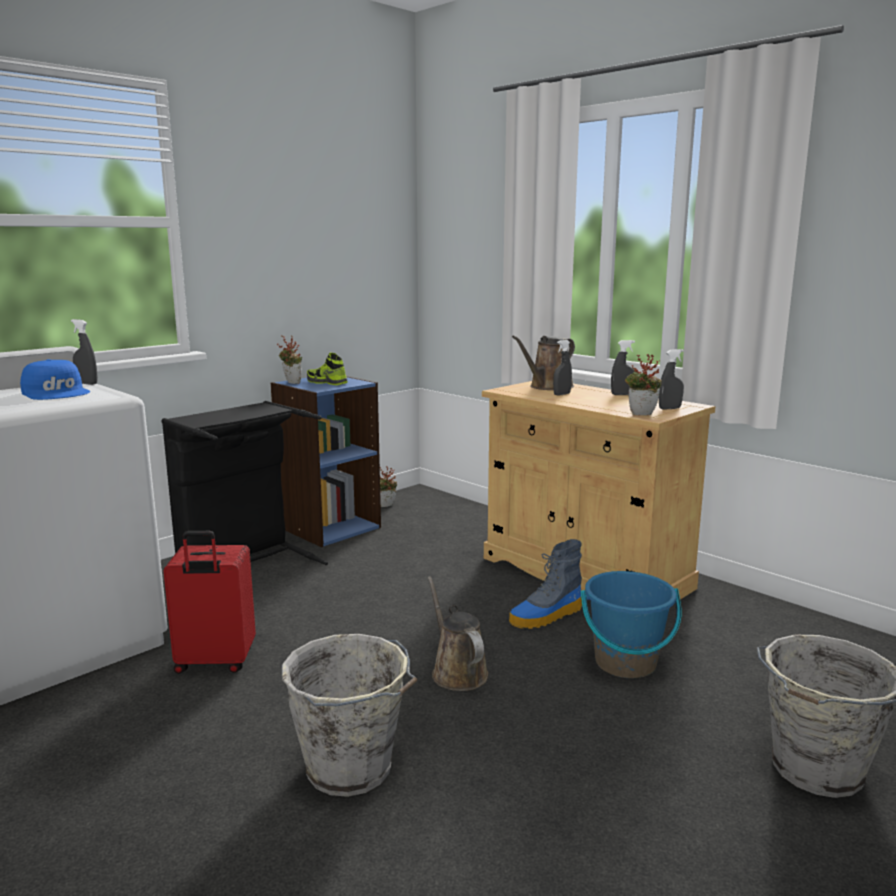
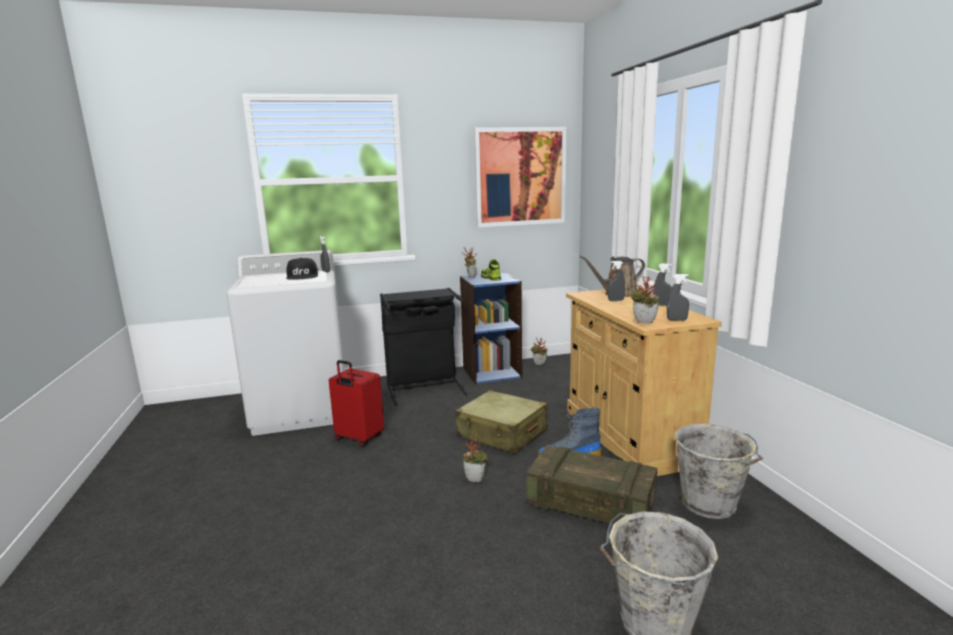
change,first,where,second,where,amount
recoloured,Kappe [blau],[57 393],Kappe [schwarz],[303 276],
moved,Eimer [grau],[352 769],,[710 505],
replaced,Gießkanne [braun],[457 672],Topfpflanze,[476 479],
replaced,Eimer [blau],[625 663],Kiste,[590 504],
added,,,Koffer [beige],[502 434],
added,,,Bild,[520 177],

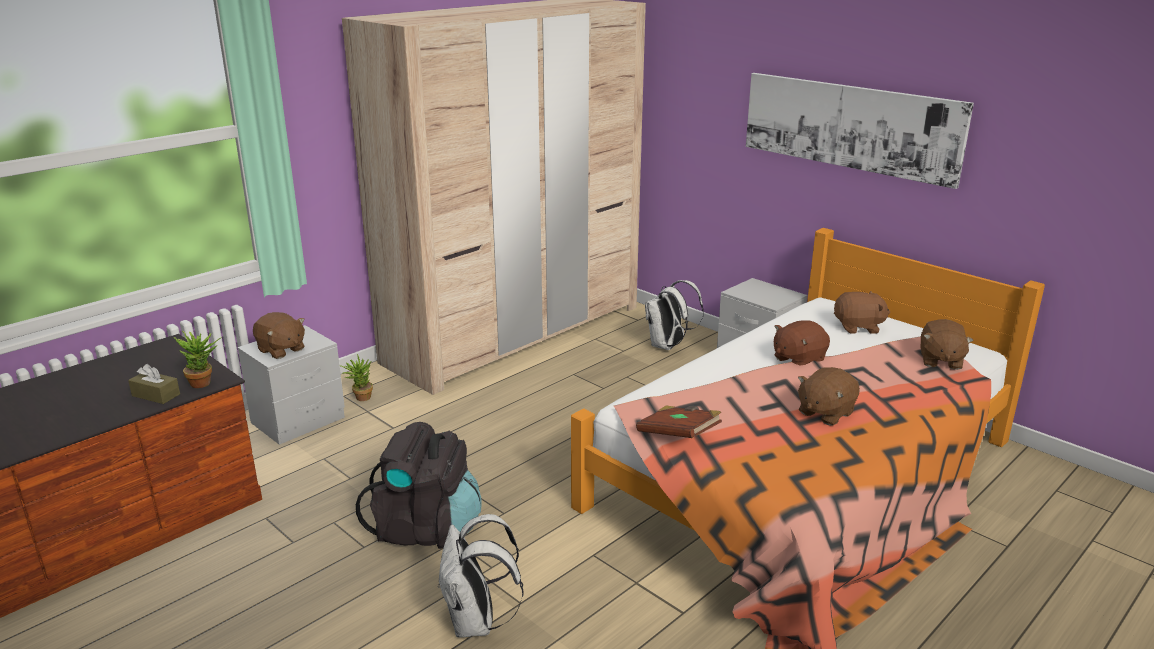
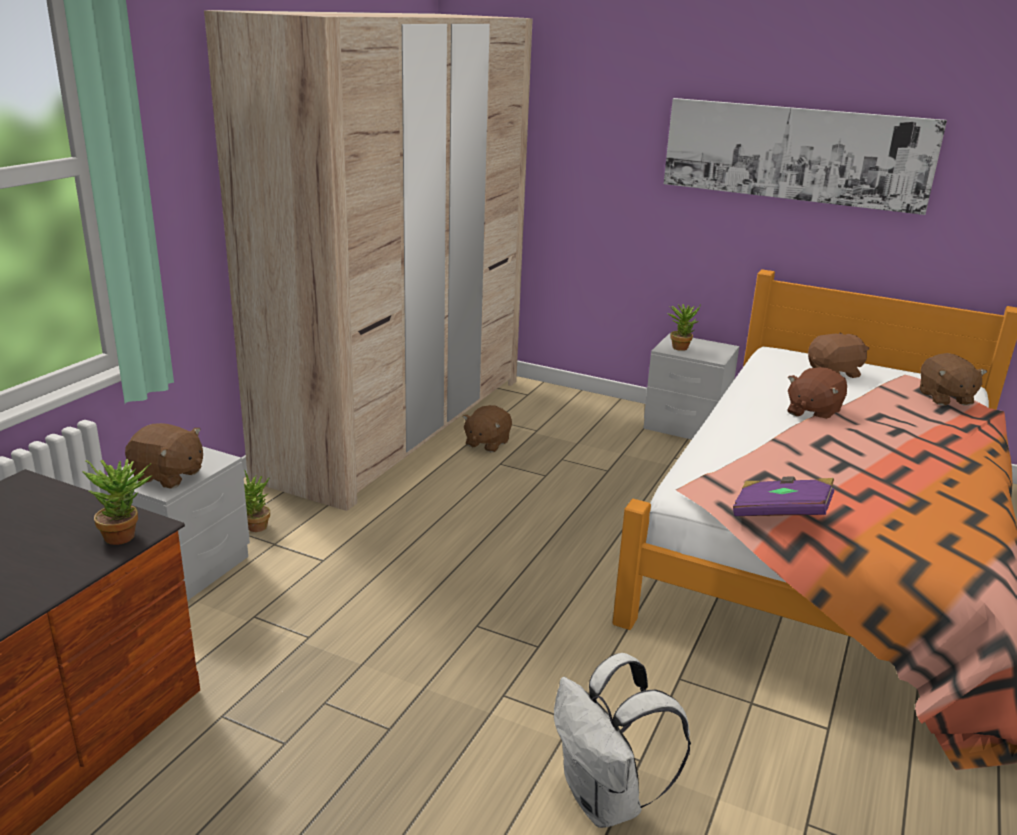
change,first,where,second,where,amount
removed,Taschentuchbox [braun],[156 395],,,
removed,Rucksack [schwarz],[426 528],,,
recoloured,Buch [braun],[678 435],Buch [lila],[780 514],
removed,Rucksack [weiß],[668 346],,,
moved,Plüschtier [braun],[825 412],,[486 443],
added,,,Topfpflanze,[680 346],

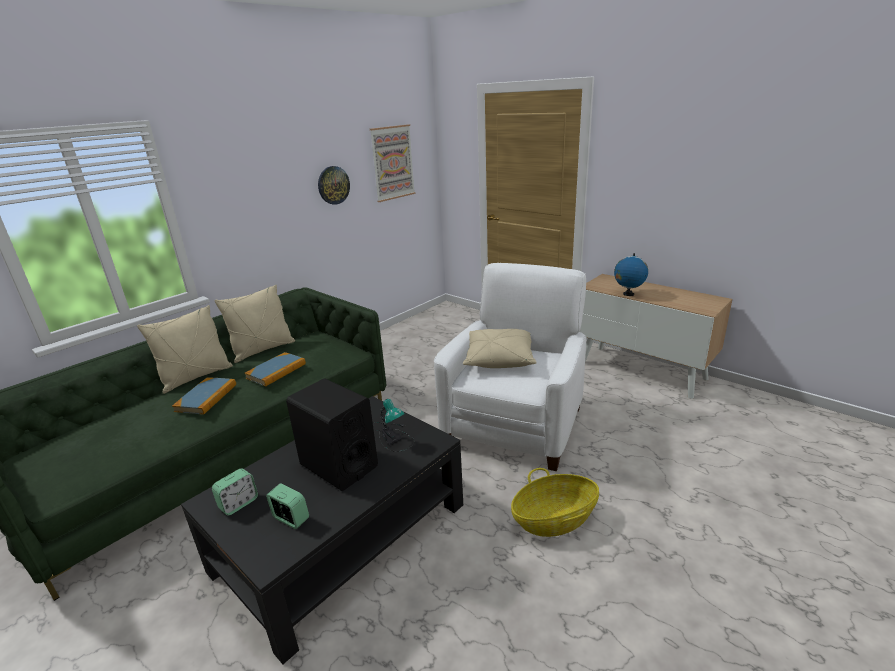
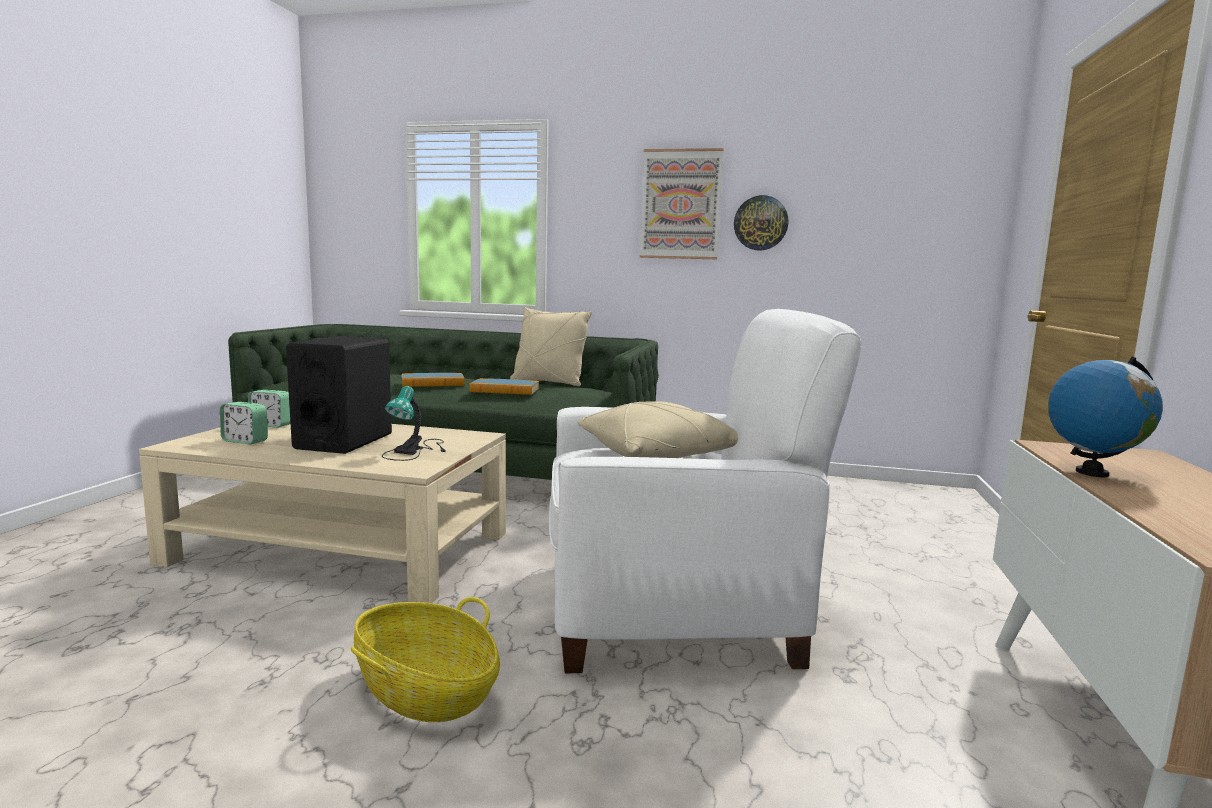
change,first,where,second,where,amount
removed,Kissen [beige],[196 377],,,
recoloured,Couchtisch [schwarz],[343 536],Couchtisch [beige],[341 548],
turned,Wecker,[291 519],,[245 441],105 degrees clockwise
moved,Bild,[392 163],,[681 204],

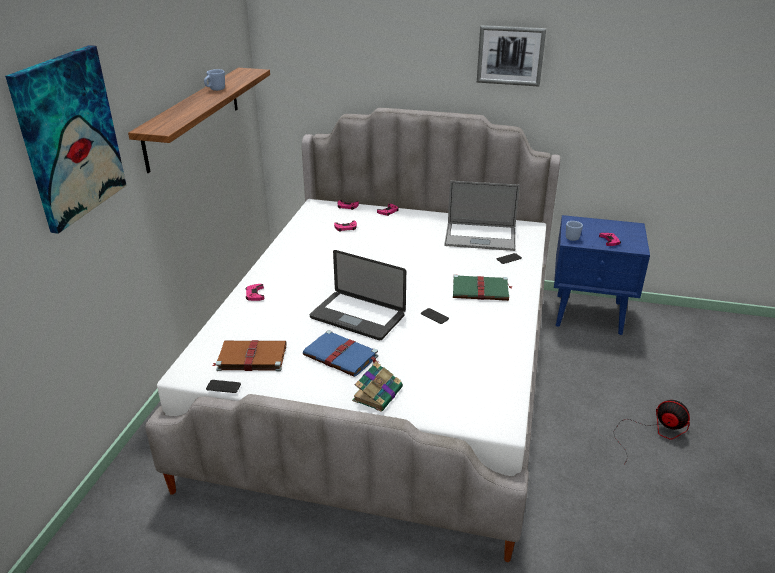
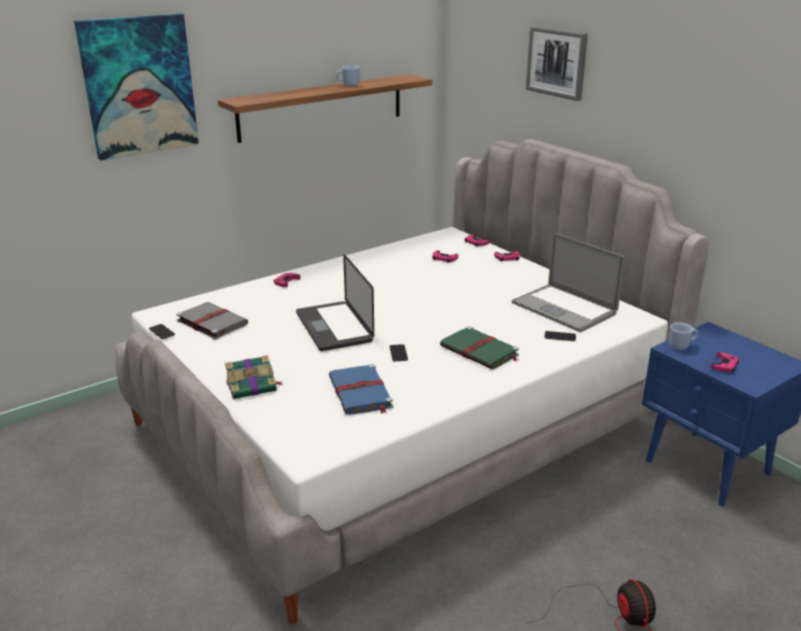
change,first,where,second,where,amount
recoloured,Buch [braun],[250 357],Buch [grau],[211 322],
moved,Buch [blau],[342 356],,[360 393],
moved,Bild,[510 55],,[557 62],

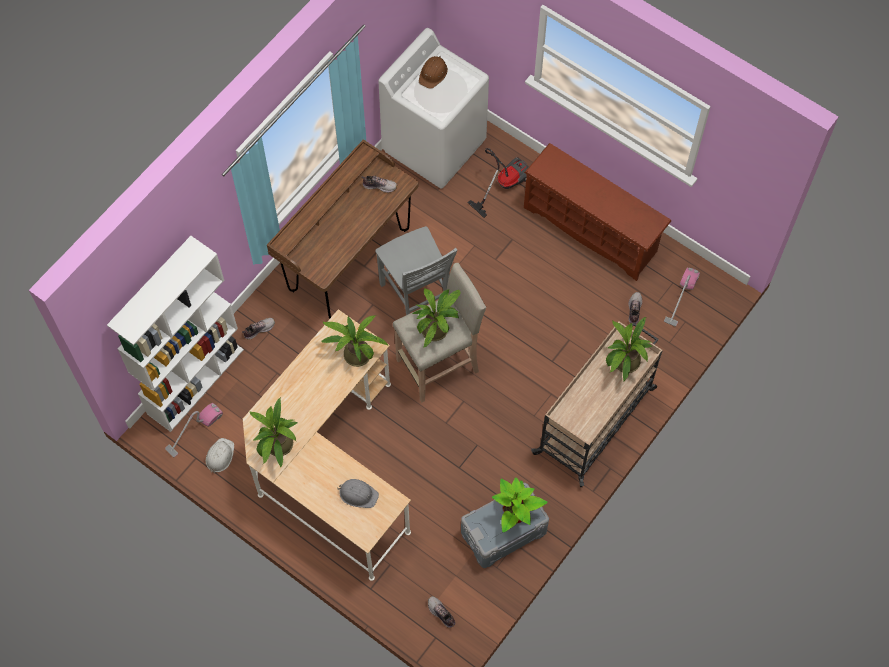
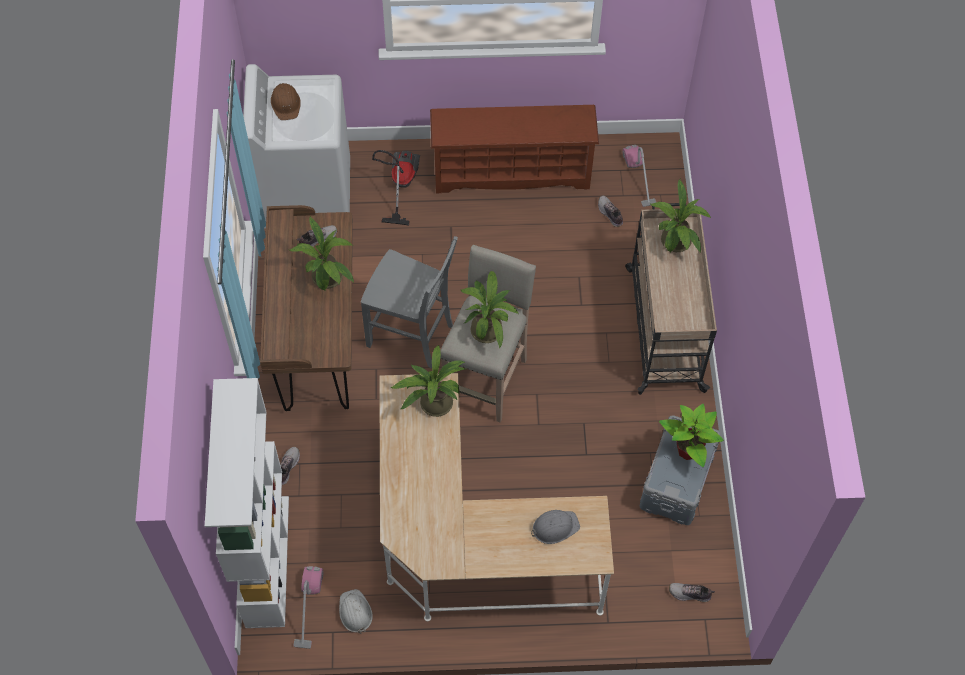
change,first,where,second,where,amount
moved,Topfpflanze,[277 447],,[328 280],

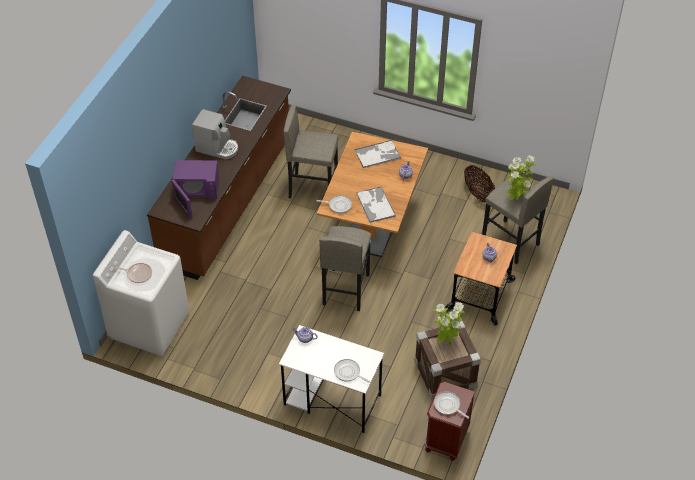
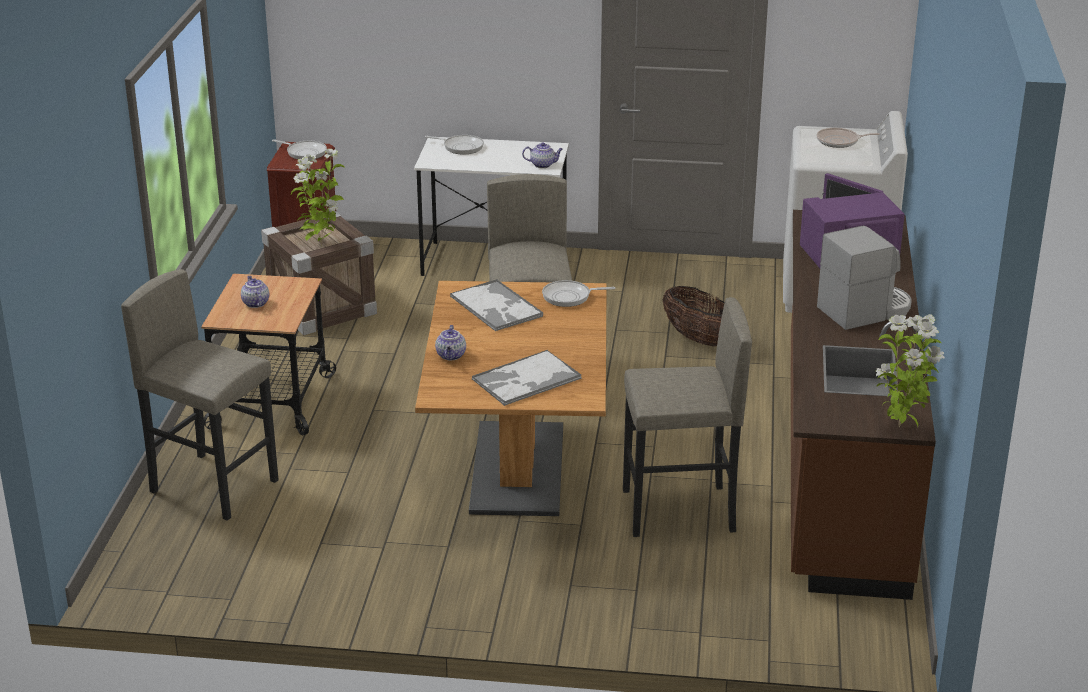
change,first,where,second,where,amount
turned,Kaffeemaschine,[217 148],,[865 310],150 degrees clockwise
moved,Korb,[478 193],,[698 339],
moved,Topfpflanze,[515 198],,[901 427],

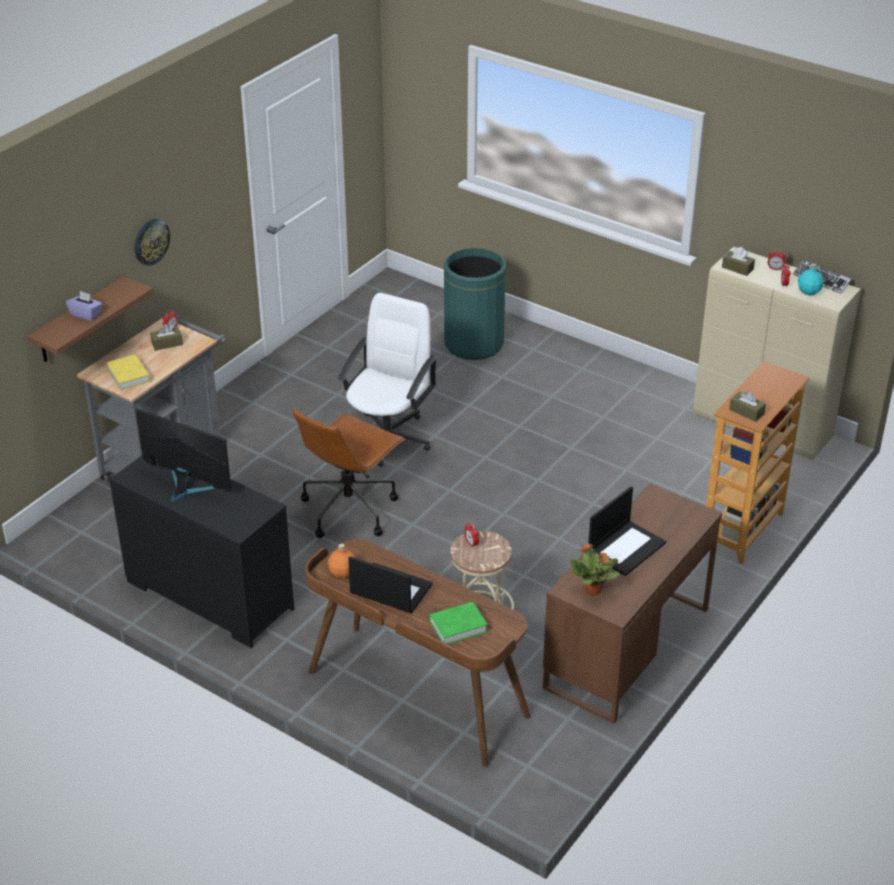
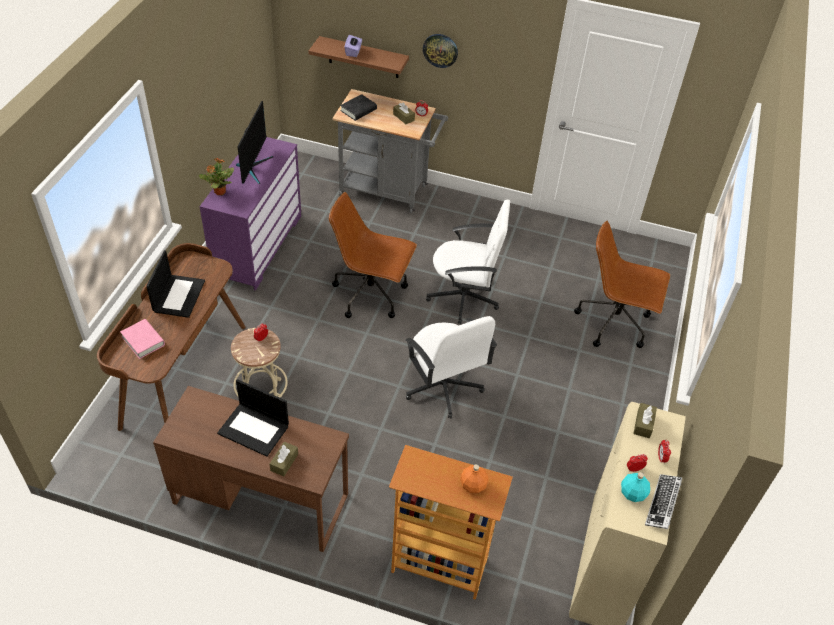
change,first,where,second,where,amount
recoloured,Buch [gelb],[129 376],Buch [schwarz],[358 110],
recoloured,Kommode [schwarz],[208 596],Kommode [lila],[257 246],
moved,Flasche [orange],[342 573],,[472 485],
recoloured,Buch [grün],[458 627],Buch [rosa],[143 341],
replaced,Mülleimer [grün],[473 344],Bürostuhl [braun],[615 323],
moved,Topfpflanze,[593 590],,[219 192],
moved,Taschentuchbox [braun],[746 412],,[284 462],
added,,,Bürostuhl [weiß],[443 387],

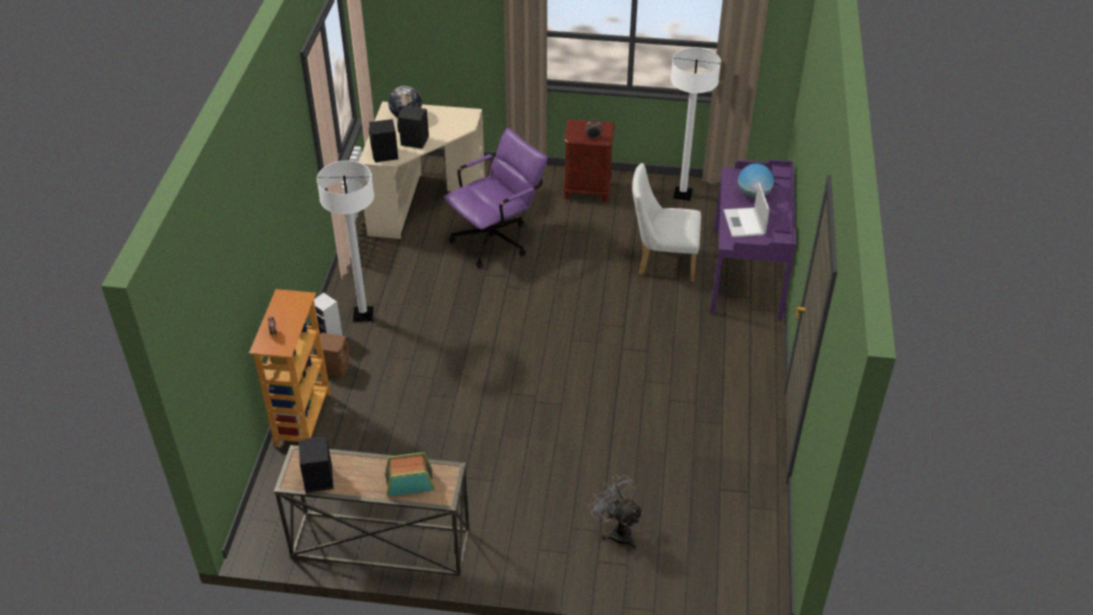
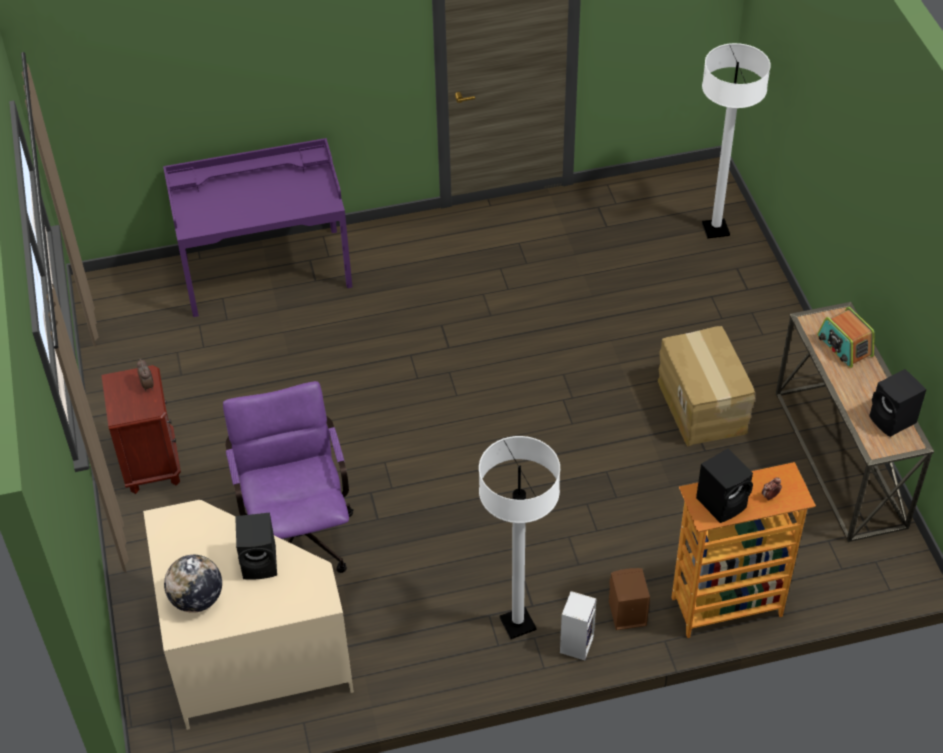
change,first,where,second,where,amount
moved,Lautsprecher [schwarz],[385 155],,[723 502],
turned,Bürostuhl [lila],[497 238],,[297 531],45 degrees clockwise
removed,Ventilator [grau],[617 531],,,
removed,Stuhl [weiß],[662 262],,,
moved,Stehlampe [weiß],[682 194],,[715 229],
removed,Laptop,[744 223],,,
removed,Globus,[753 195],,,
added,,,Karton,[703 406],

